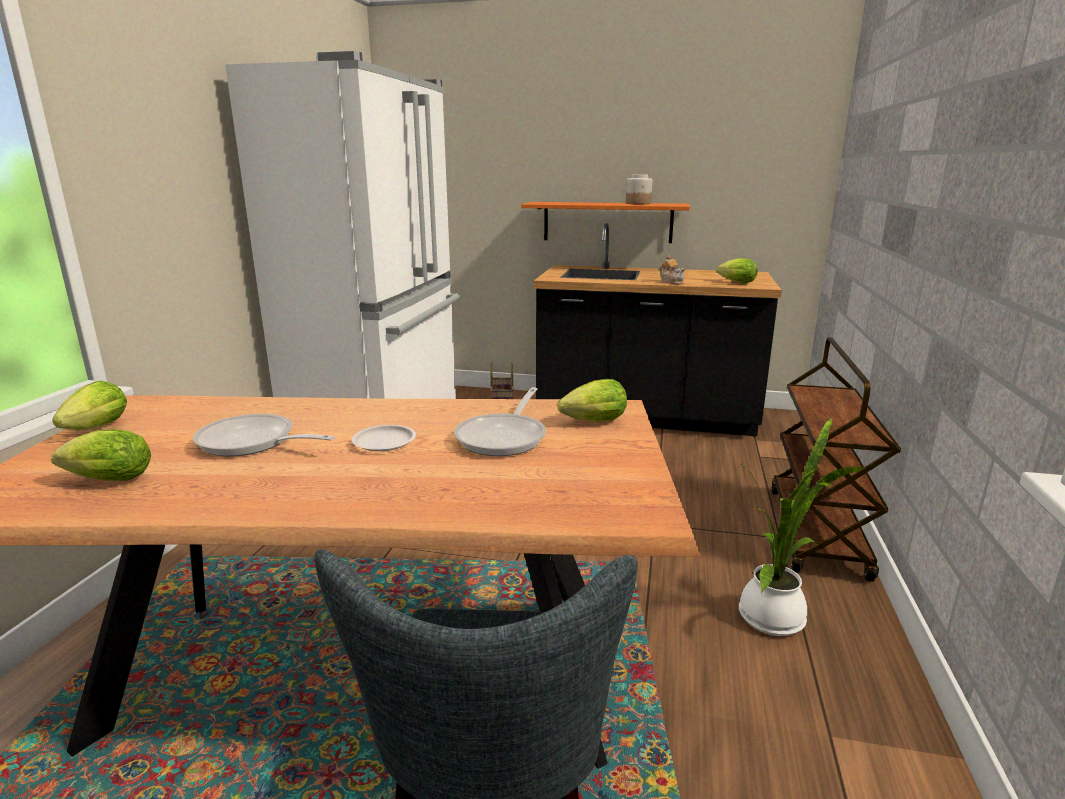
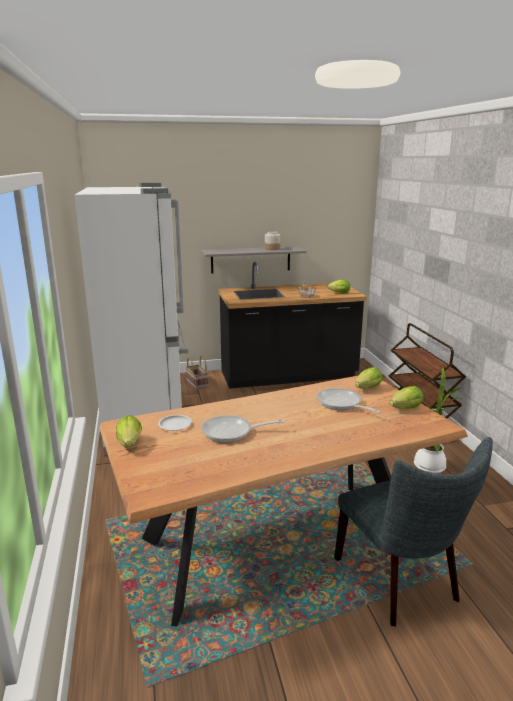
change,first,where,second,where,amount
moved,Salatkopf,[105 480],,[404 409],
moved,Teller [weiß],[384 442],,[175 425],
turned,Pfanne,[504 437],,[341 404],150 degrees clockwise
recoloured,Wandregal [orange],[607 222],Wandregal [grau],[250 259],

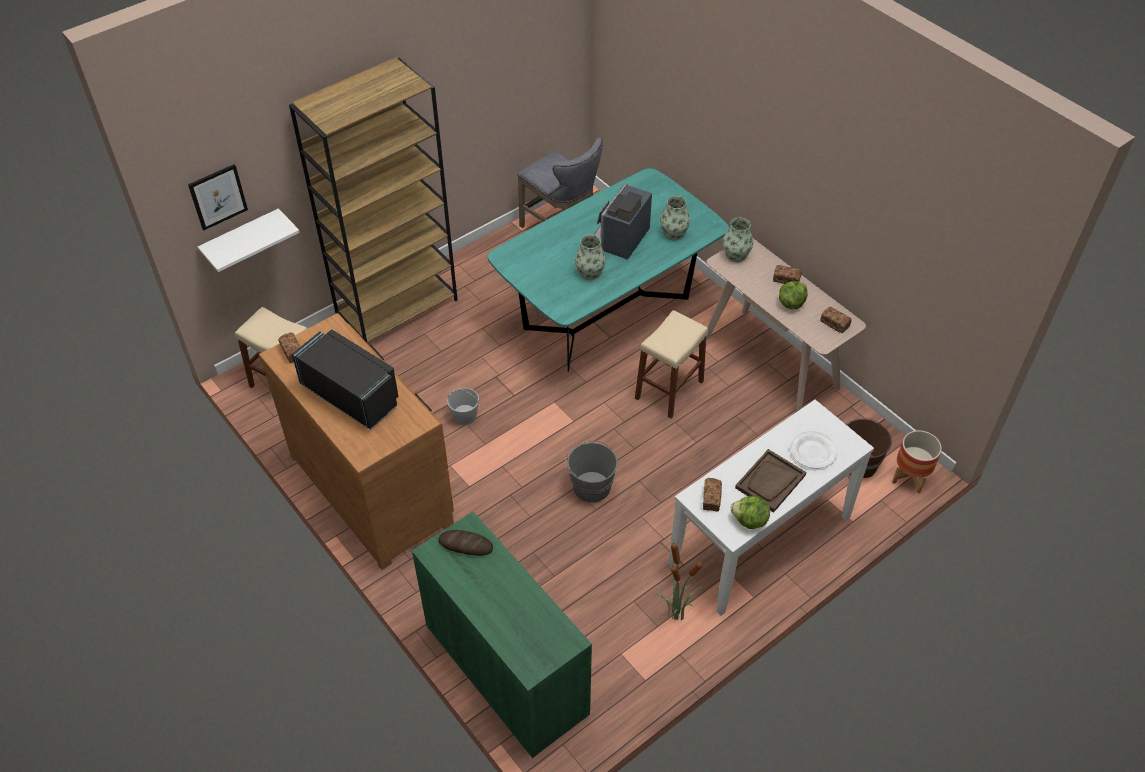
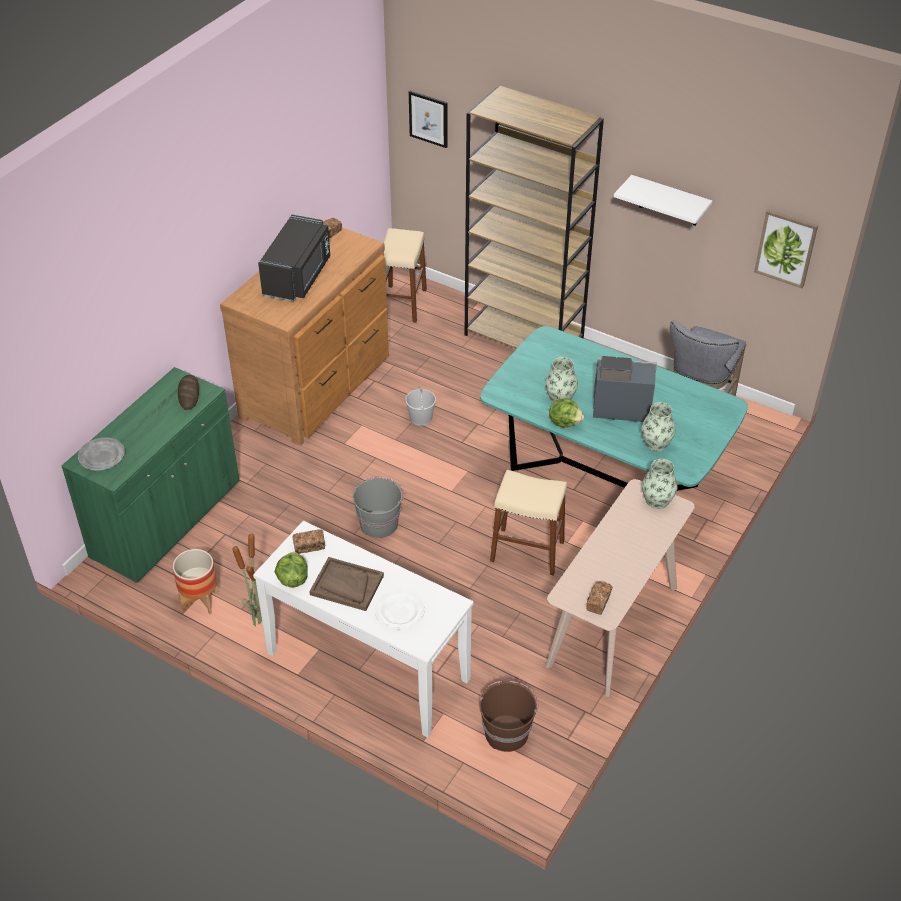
change,first,where,second,where,amount
moved,Wandregal [weiß],[242 240],,[669 201],
removed,Brot,[786 280],,,
moved,Salatkopf,[791 303],,[565 422],
moved,Pflanzkübel,[909 478],,[200 601],
added,,,Teller [grau],[101 456],
added,,,Bild,[786 248],

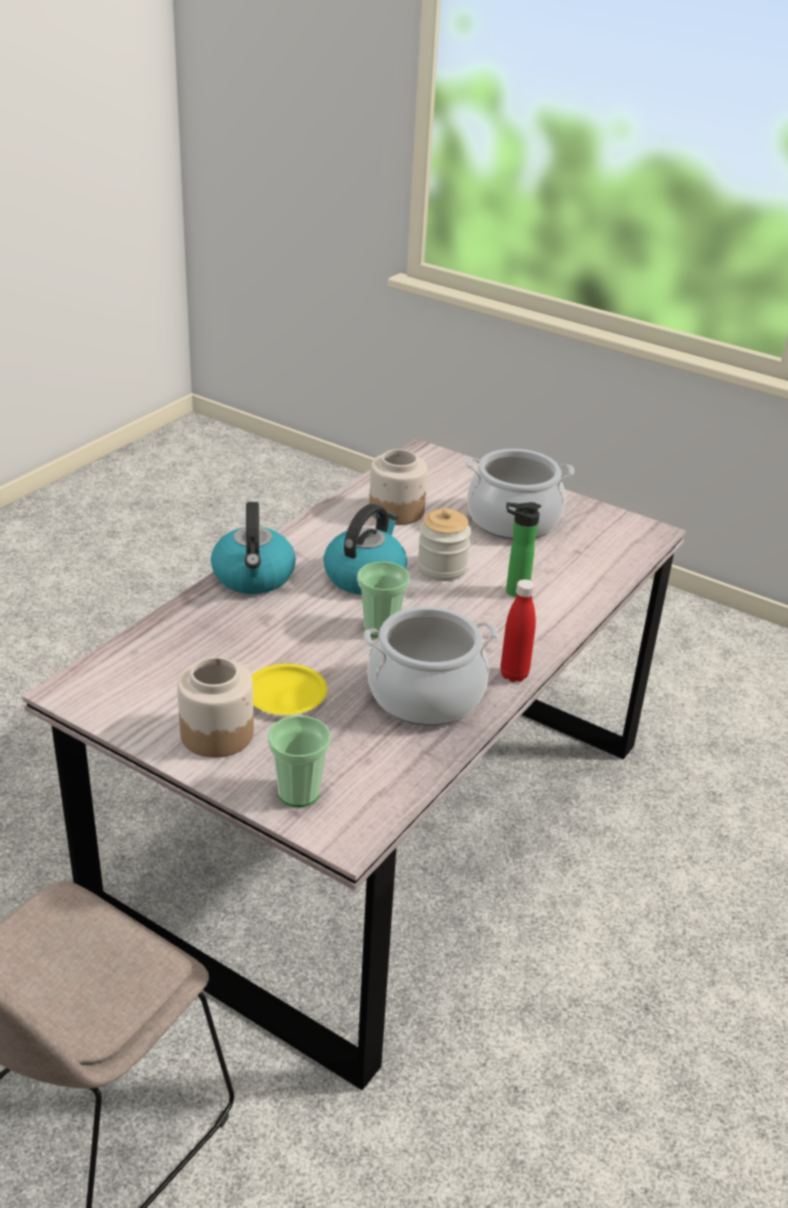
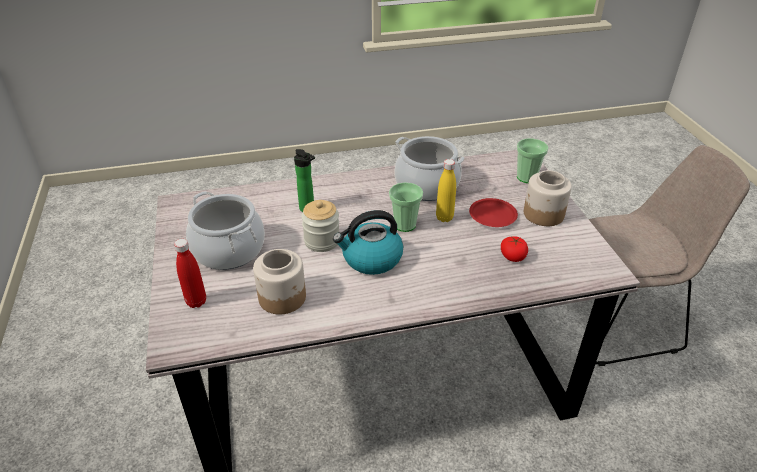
change,first,where,second,where,amount
removed,Wasserkessel,[254 577],,,
recoloured,Teller [gelb],[285 695],Teller [rot],[493 216],
moved,Flasche [rot],[514 675],,[196 302],
added,,,Flasche [gelb],[444 218],
added,,,Tomate,[513 256],

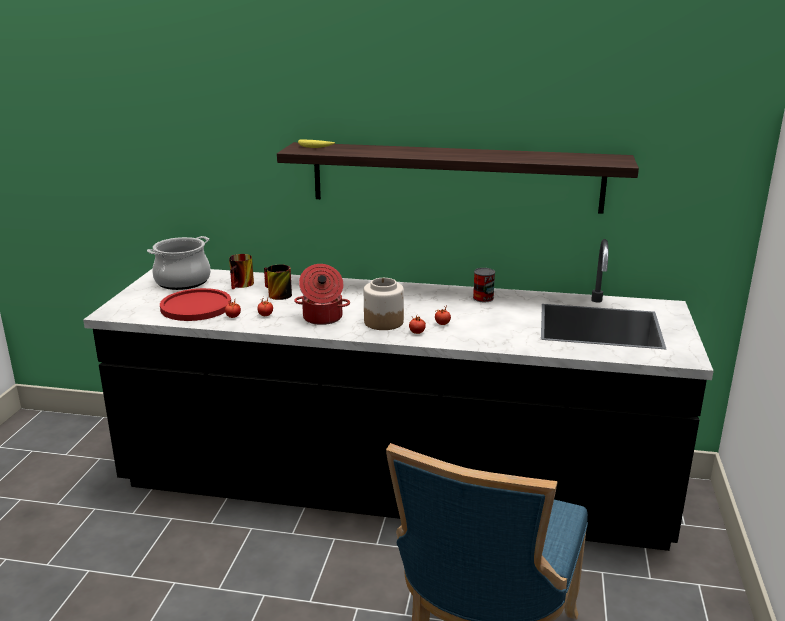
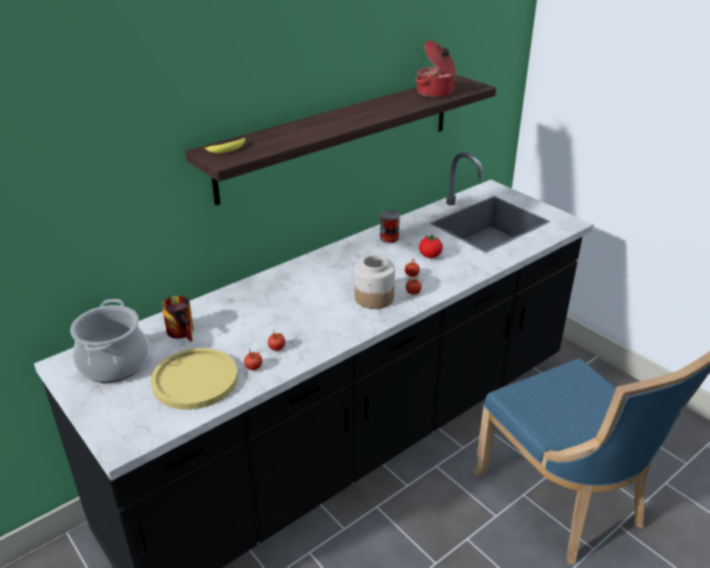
change,first,where,second,where,amount
recoloured,Teller [rot],[196 306],Teller [gelb],[195 380],
removed,Henkelbecher,[275 294],,,
moved,Kochtopf,[322 318],,[435 92],
added,,,Tomate,[430 256],

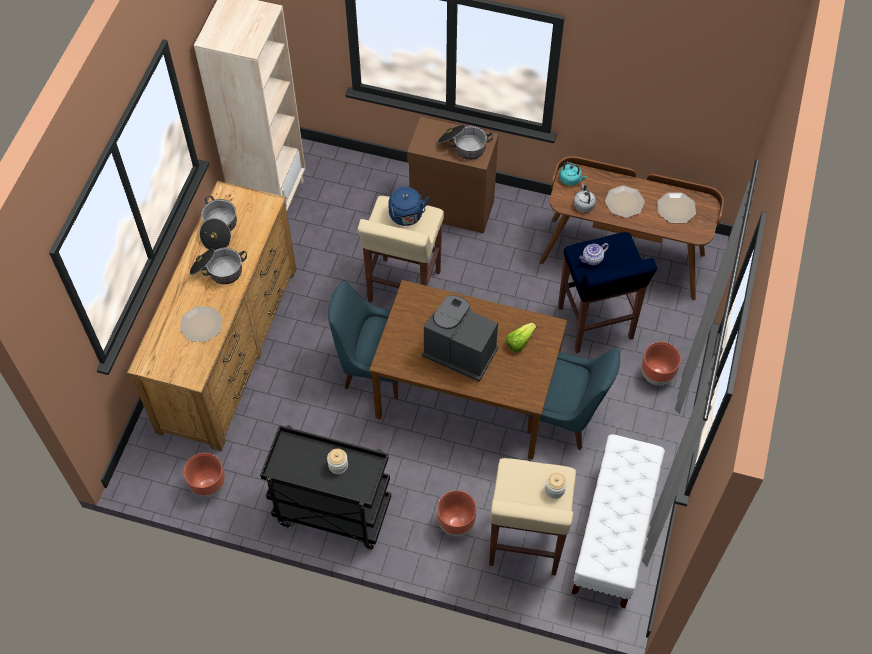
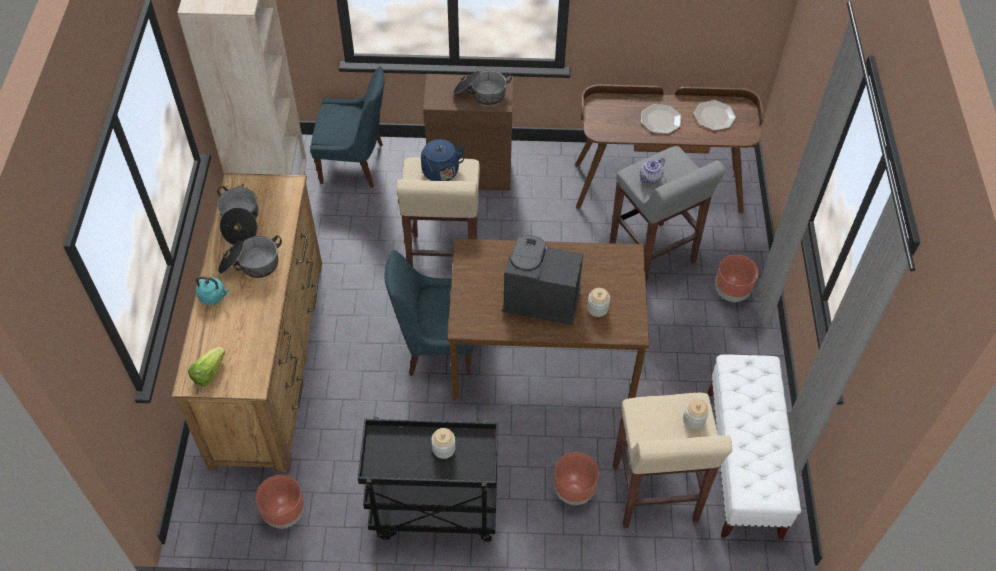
change,first,where,second,where,amount
removed,Teller,[201 324],,,
moved,Salatkopf,[519 342],,[208 373],
moved,Stuhl [blau],[566 416],,[355 164],
recoloured,Hocker [blau],[595 324],Hocker [grau],[652 256],
moved,Wasserkessel [türkis],[571 179],,[214 296],
removed,Wasserkessel [grau],[583 204],,,
added,,,Vorratsglas,[597 308],

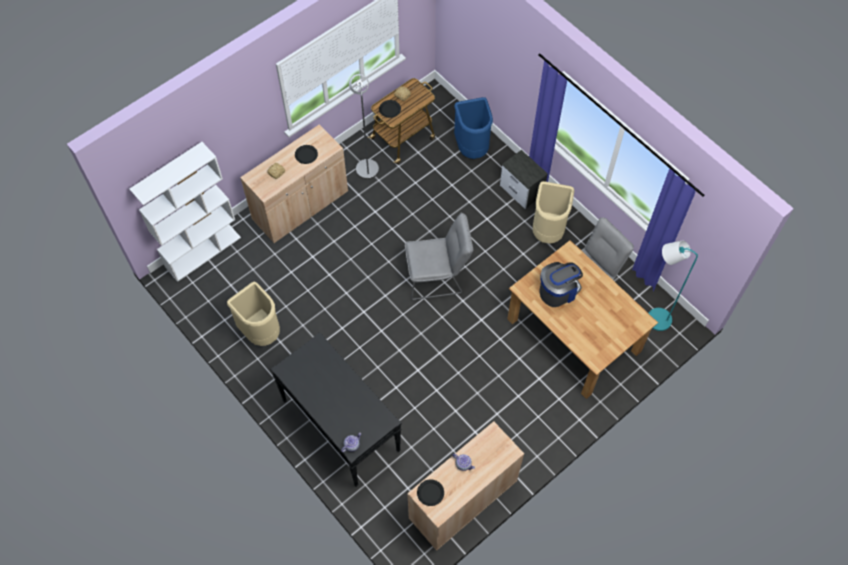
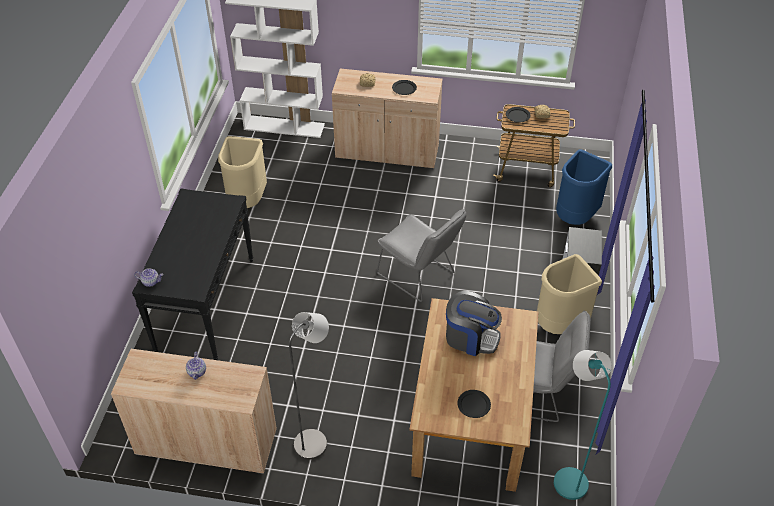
change,first,where,second,where,amount
moved,Stehlampe [grau],[366 165],,[315 440],
moved,Teller [schwarz],[430 493],,[473 405],

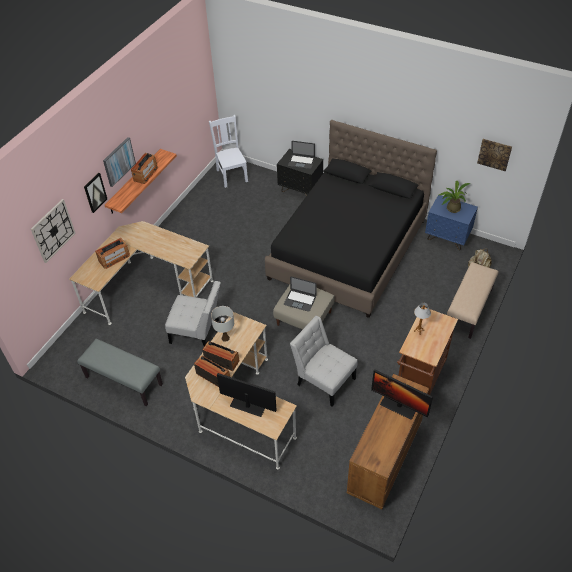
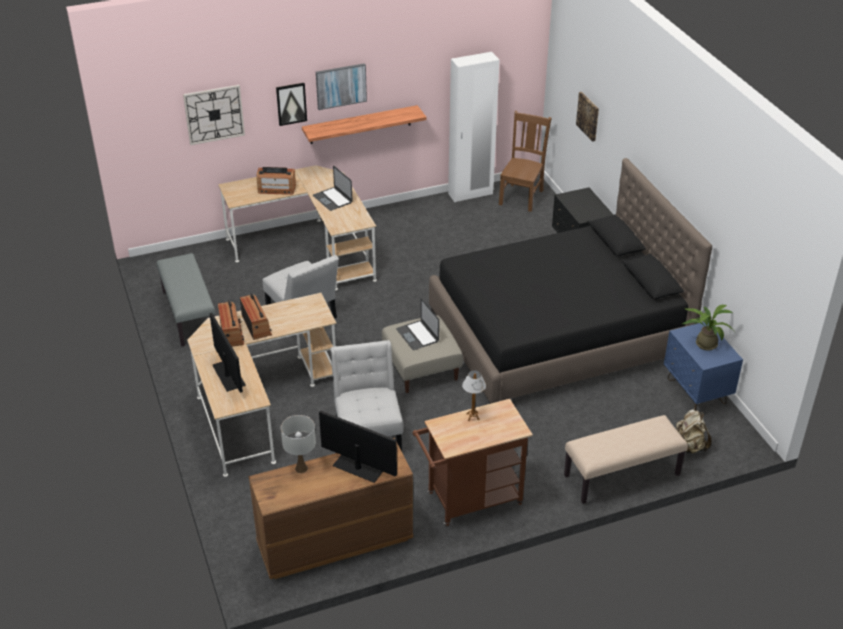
change,first,where,second,where,amount
removed,Radio,[146 174],,,
recoloured,Stuhl [weiß],[231 175],Stuhl [braun],[522 196],
moved,Tischlampe [weiß],[225 338],,[301 468],
moved,Laptop,[301 161],,[332 199],
turned,Monitor,[398 406],,[359 467],135 degrees clockwise
moved,Bild,[494 154],,[588 116],
added,,,Kleiderschrank [weiß],[470 194],

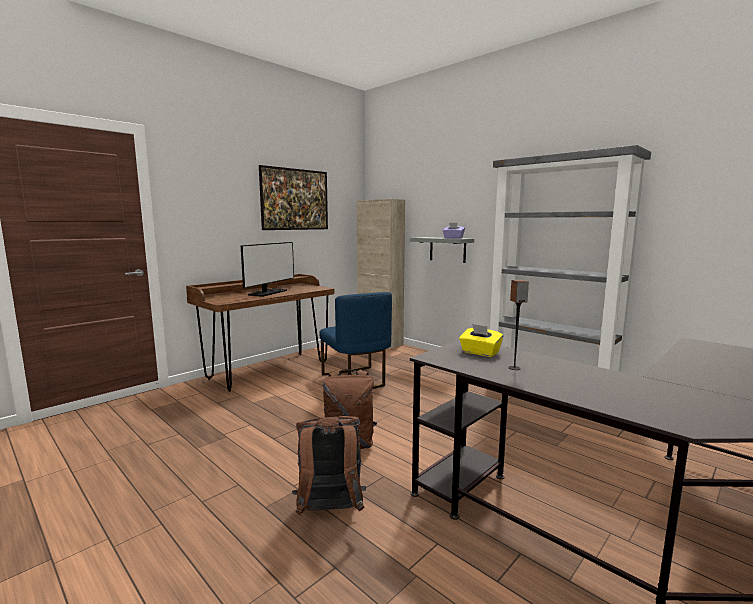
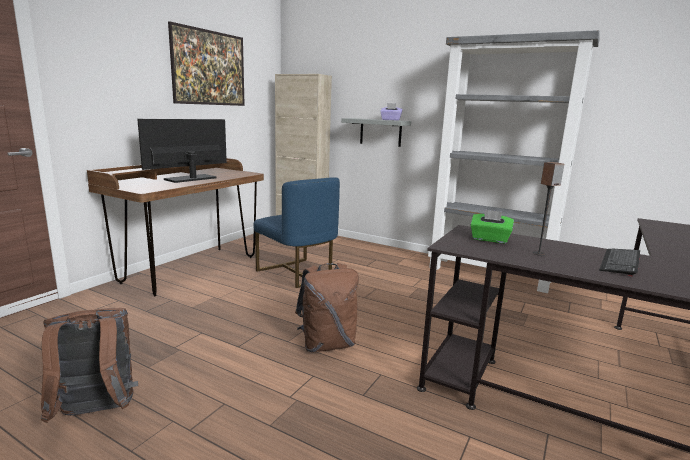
change,first,where,second,where,amount
turned,Monitor,[268 293],,[190 179],150 degrees counterclockwise
moved,Rucksack [braun],[329 511],,[96 413],
recoloured,Taschentuchbox [gelb],[480 353],Taschentuchbox [grün],[489 239],
added,,,Tastatur,[620 262],

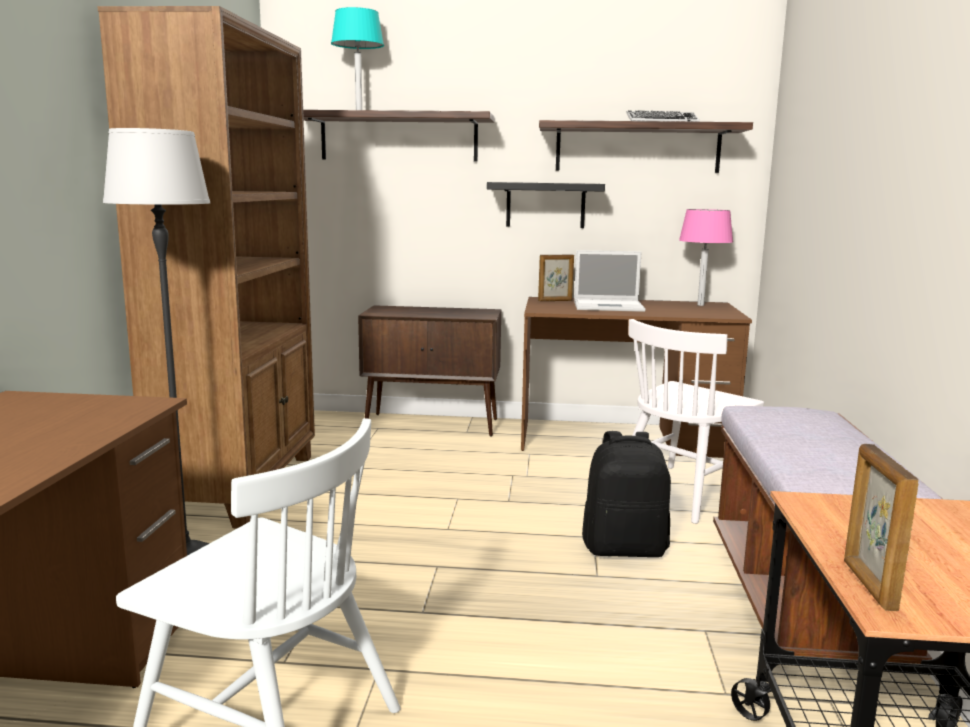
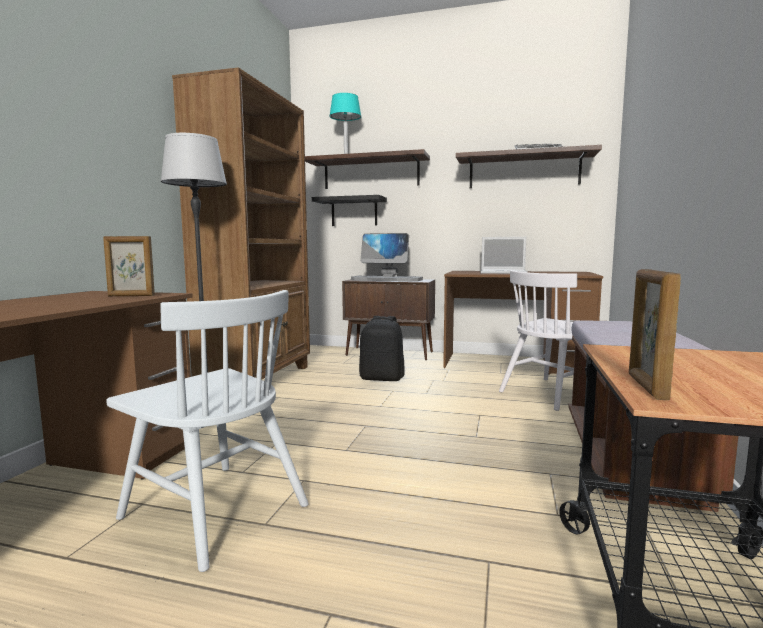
change,first,where,second,where,amount
moved,Wandregal [schwarz],[545 205],,[354 212],
moved,Bilderrahmen,[555 300],,[131 296],
moved,Rucksack [schwarz],[625 548],,[382 378],
removed,Tischlampe [rosa],[700 305],,,
added,,,Monitor,[387 280],

